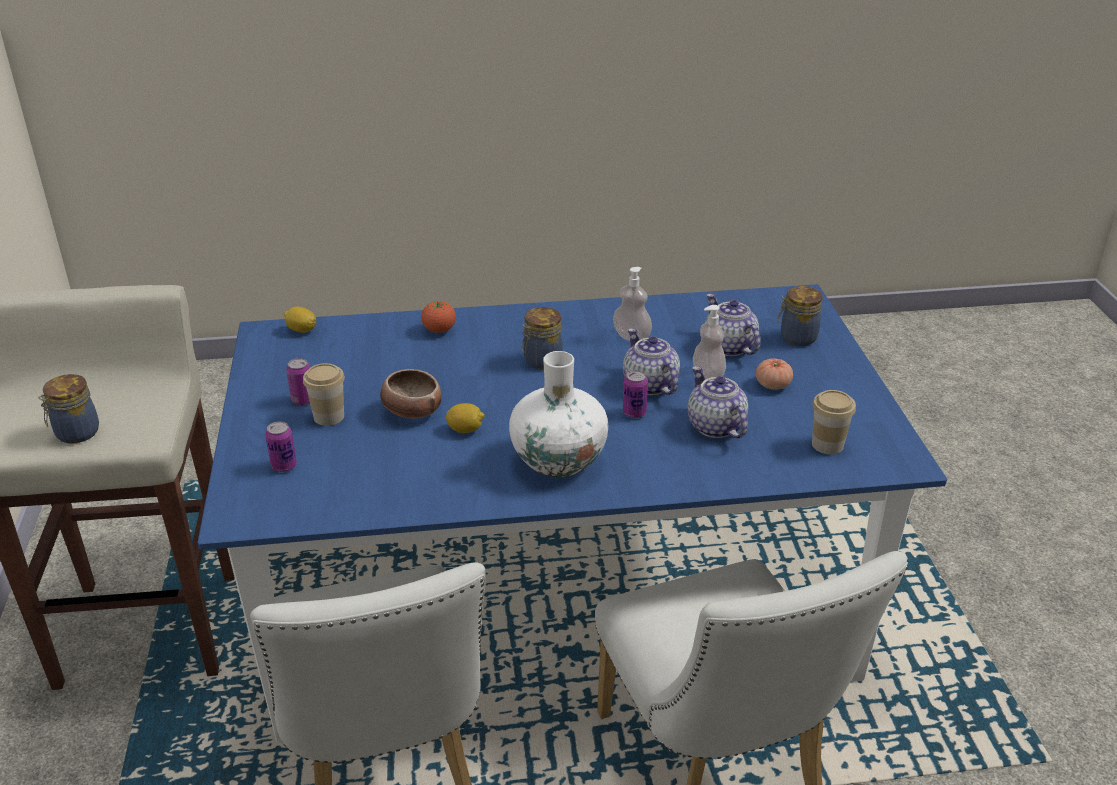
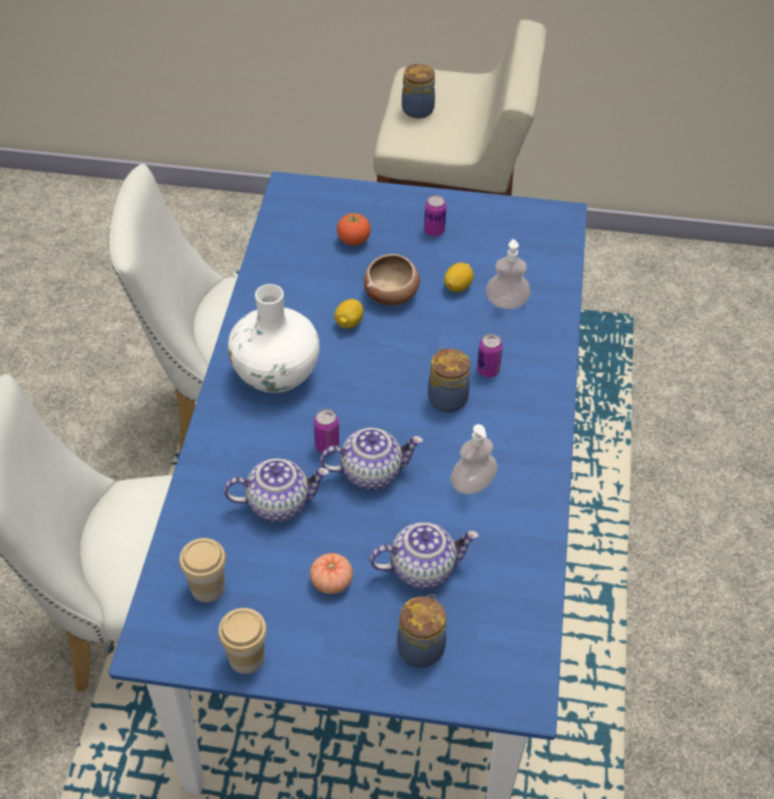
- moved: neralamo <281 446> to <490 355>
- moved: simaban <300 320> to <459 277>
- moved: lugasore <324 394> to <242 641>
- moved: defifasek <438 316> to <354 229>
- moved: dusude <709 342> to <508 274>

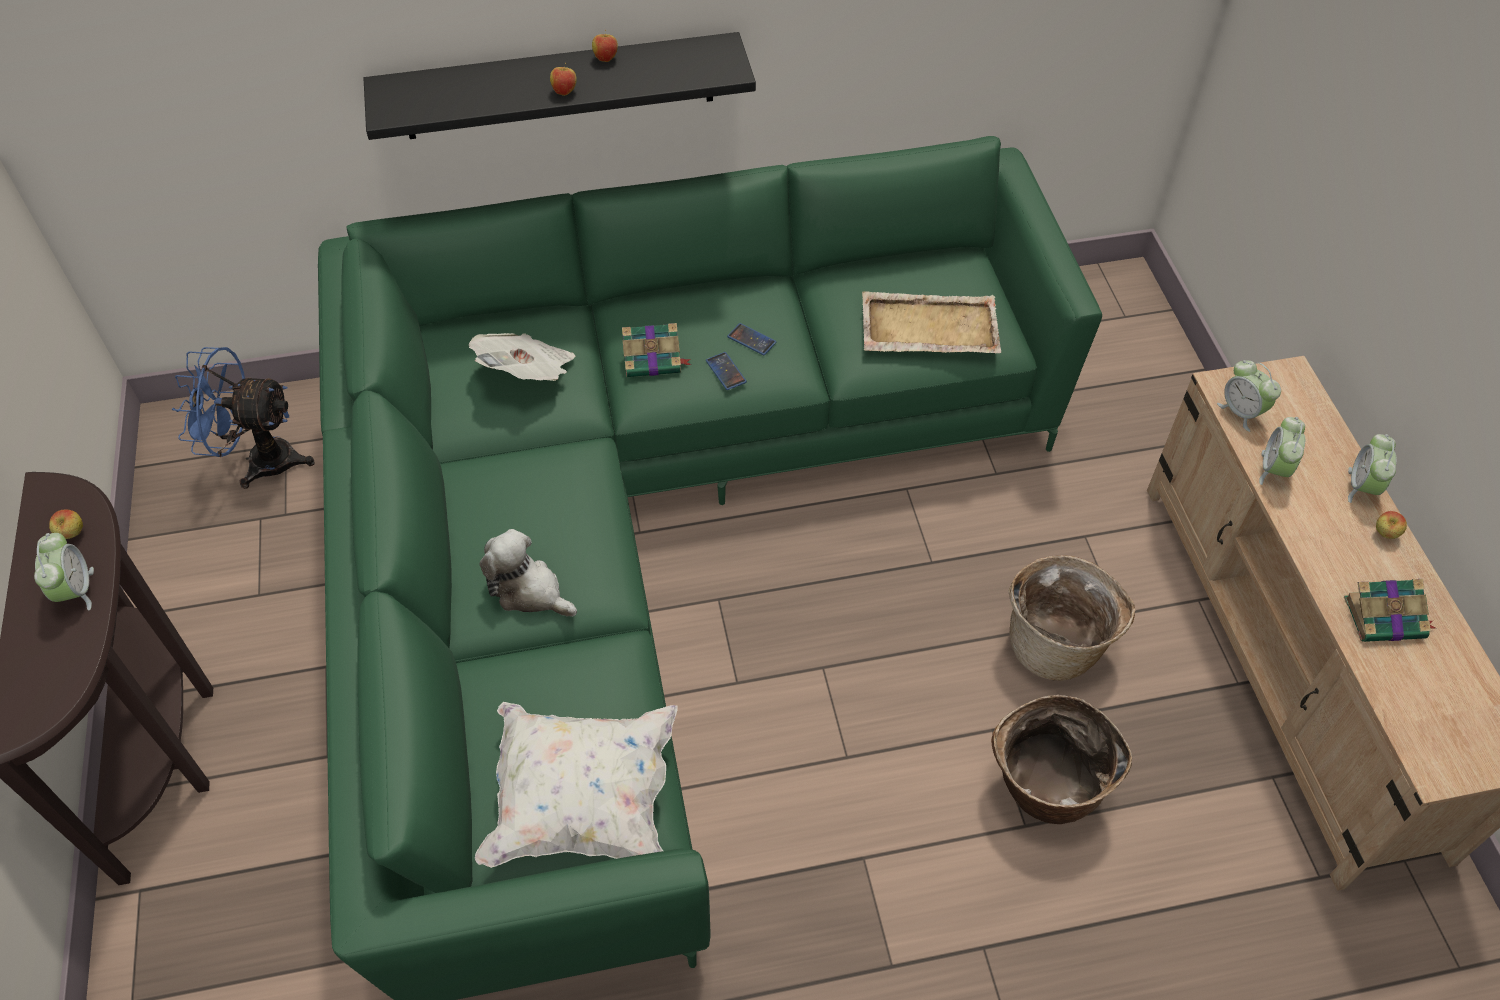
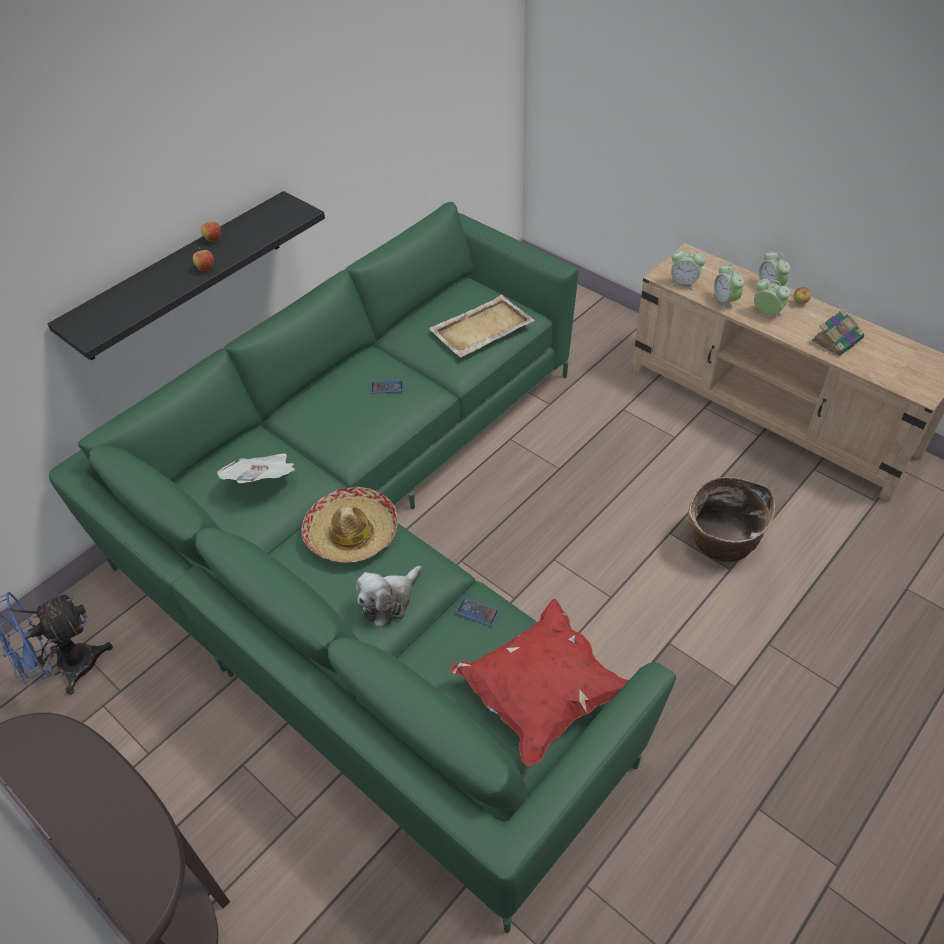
- removed: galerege <66 524>
- removed: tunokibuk <656 350>
- removed: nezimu <1071 618>
- added: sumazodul <349 525>
- moved: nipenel <64 571> to <772 297>
- moved: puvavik <726 371> to <477 612>
- recoloured: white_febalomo <576 785> to red_febalomo <539 682>
- turned: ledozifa <528 573> = <389 597> 45 degrees counterclockwise

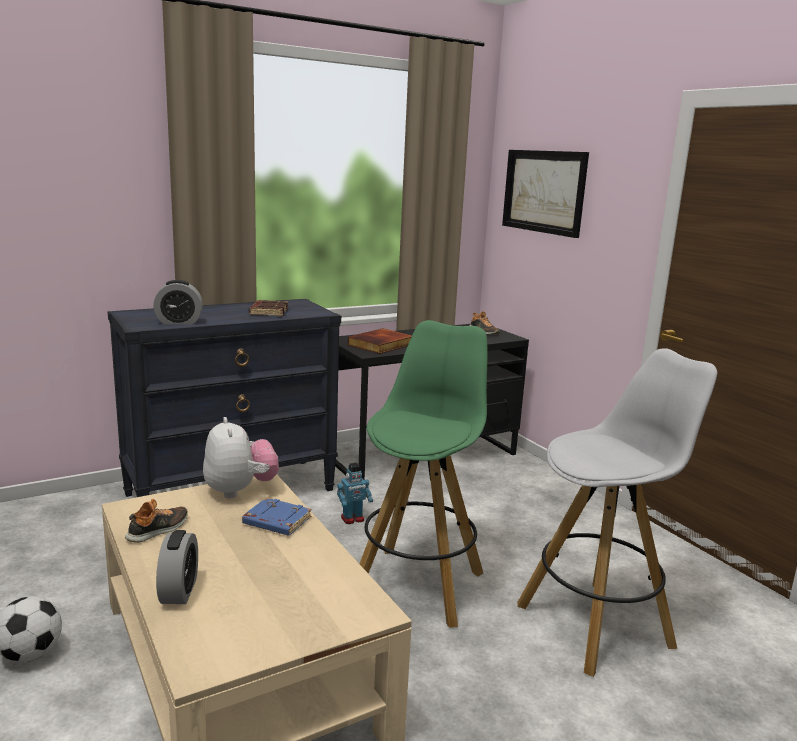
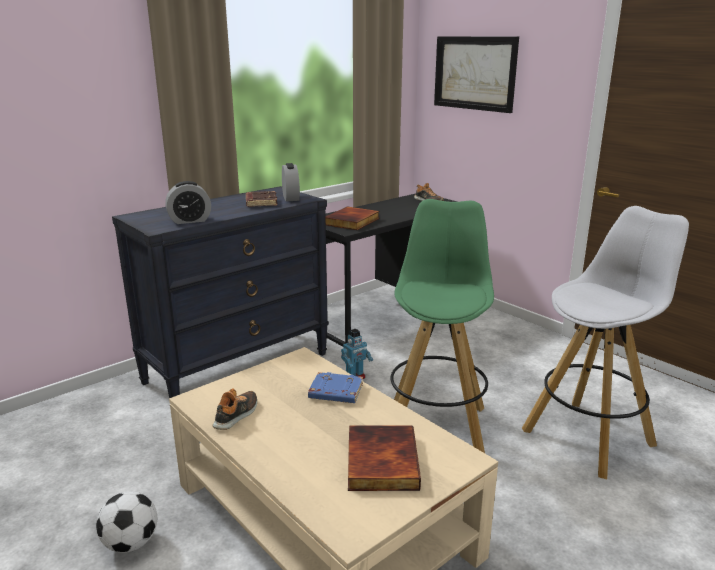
- removed: ledozifa <241 457>
- added: tunokibuk <384 458>
- moved: nipenel <177 567> to <291 182>

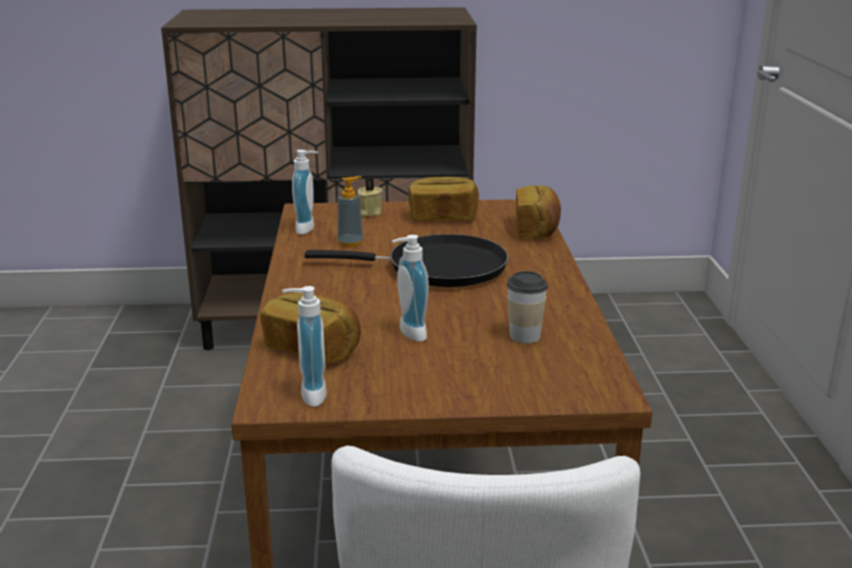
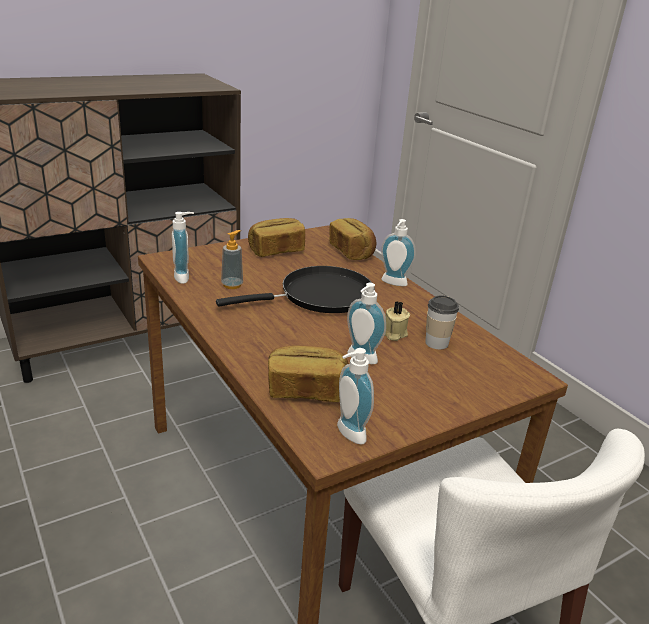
- added: dusude <398 252>
- moved: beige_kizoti <370 197> to <397 321>

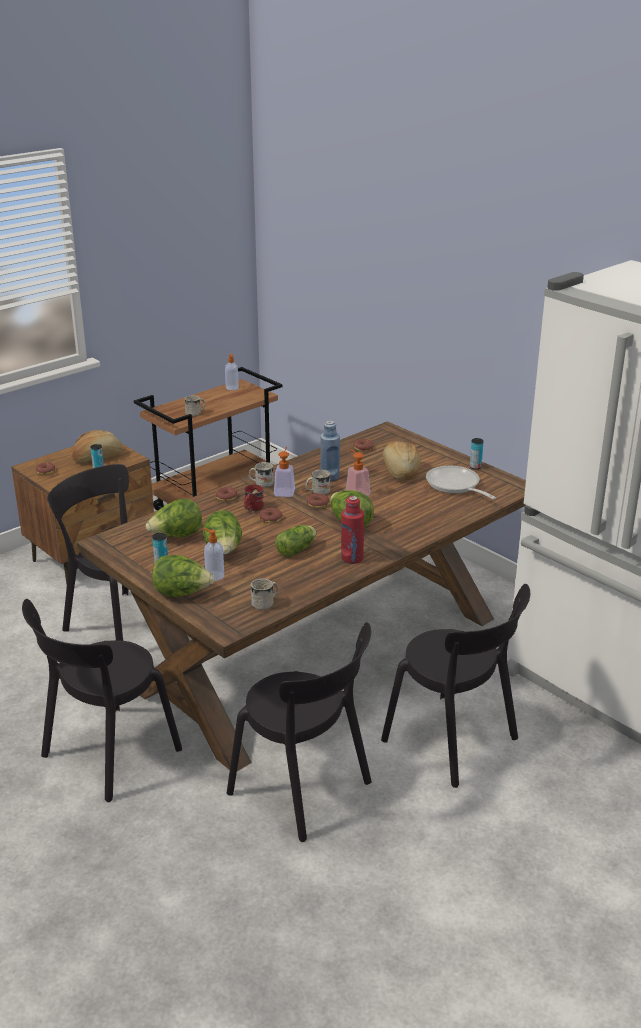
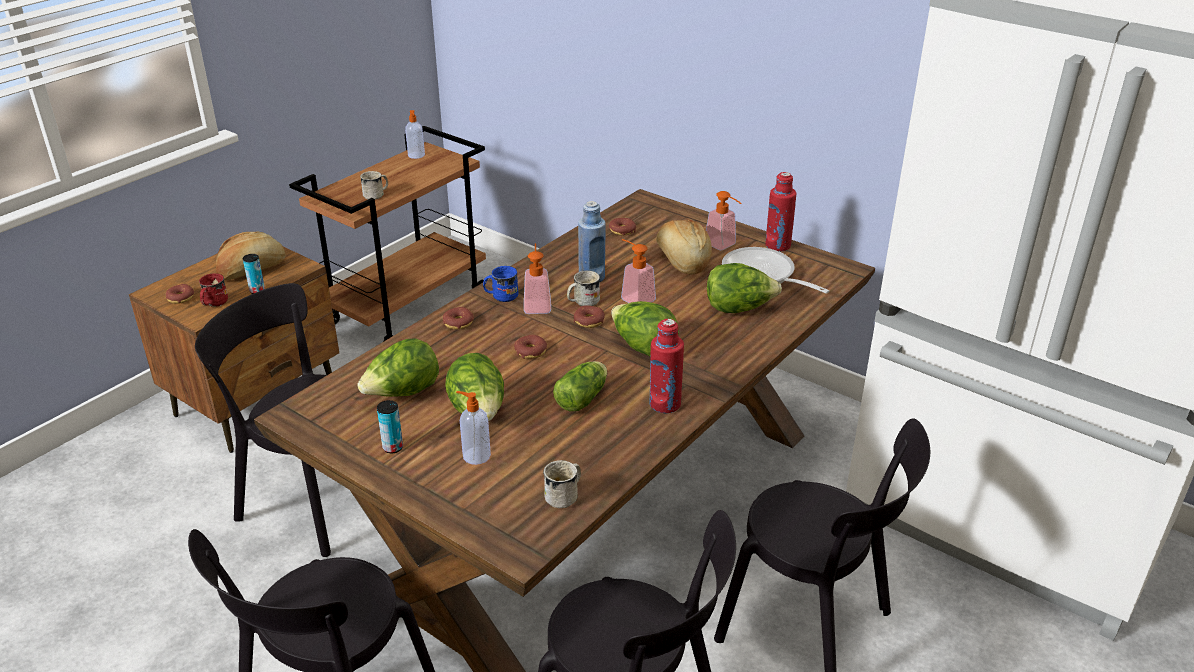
- added: dusude <724 220>
- moved: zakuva <183 576> to <744 288>
- moved: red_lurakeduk <254 497> to <213 290>
- replaced: neralamo <477 454> to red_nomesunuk <780 212>
- recoloured: white_lurakeduk <261 475> to blue_lurakeduk <500 284>

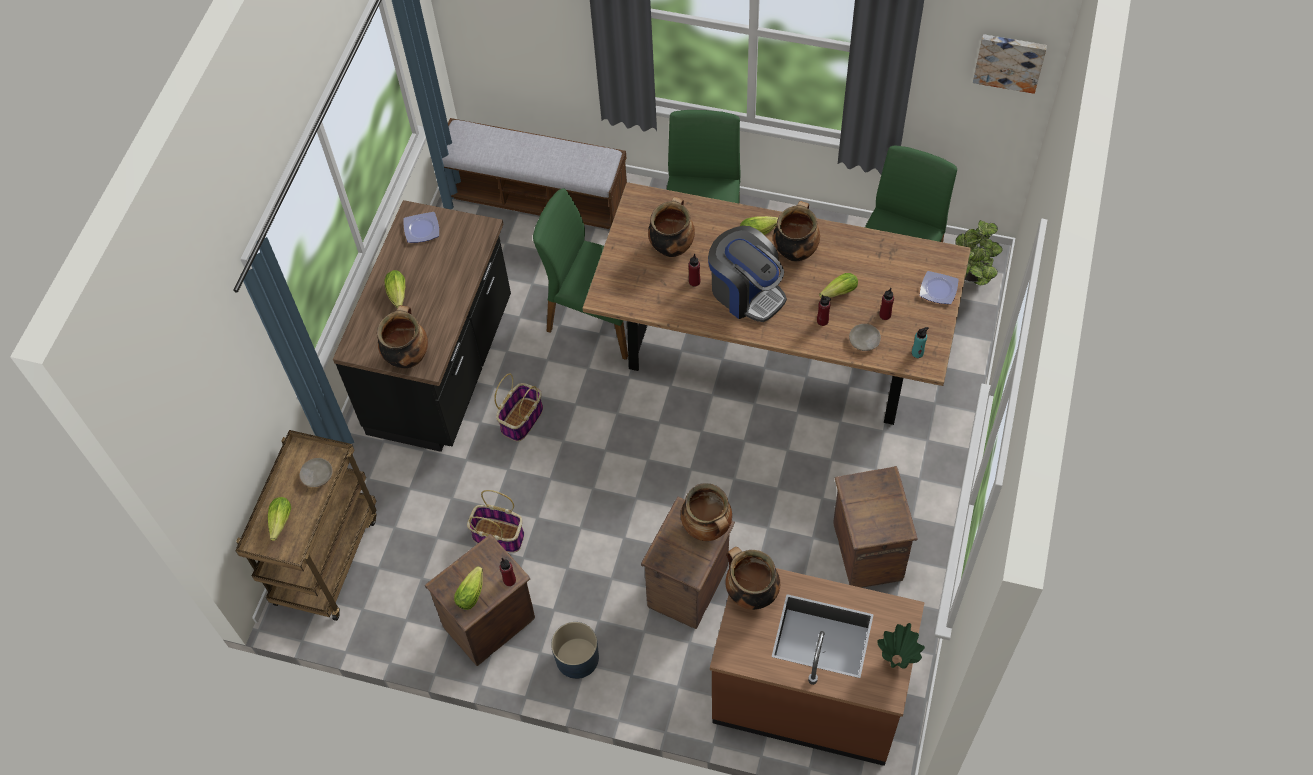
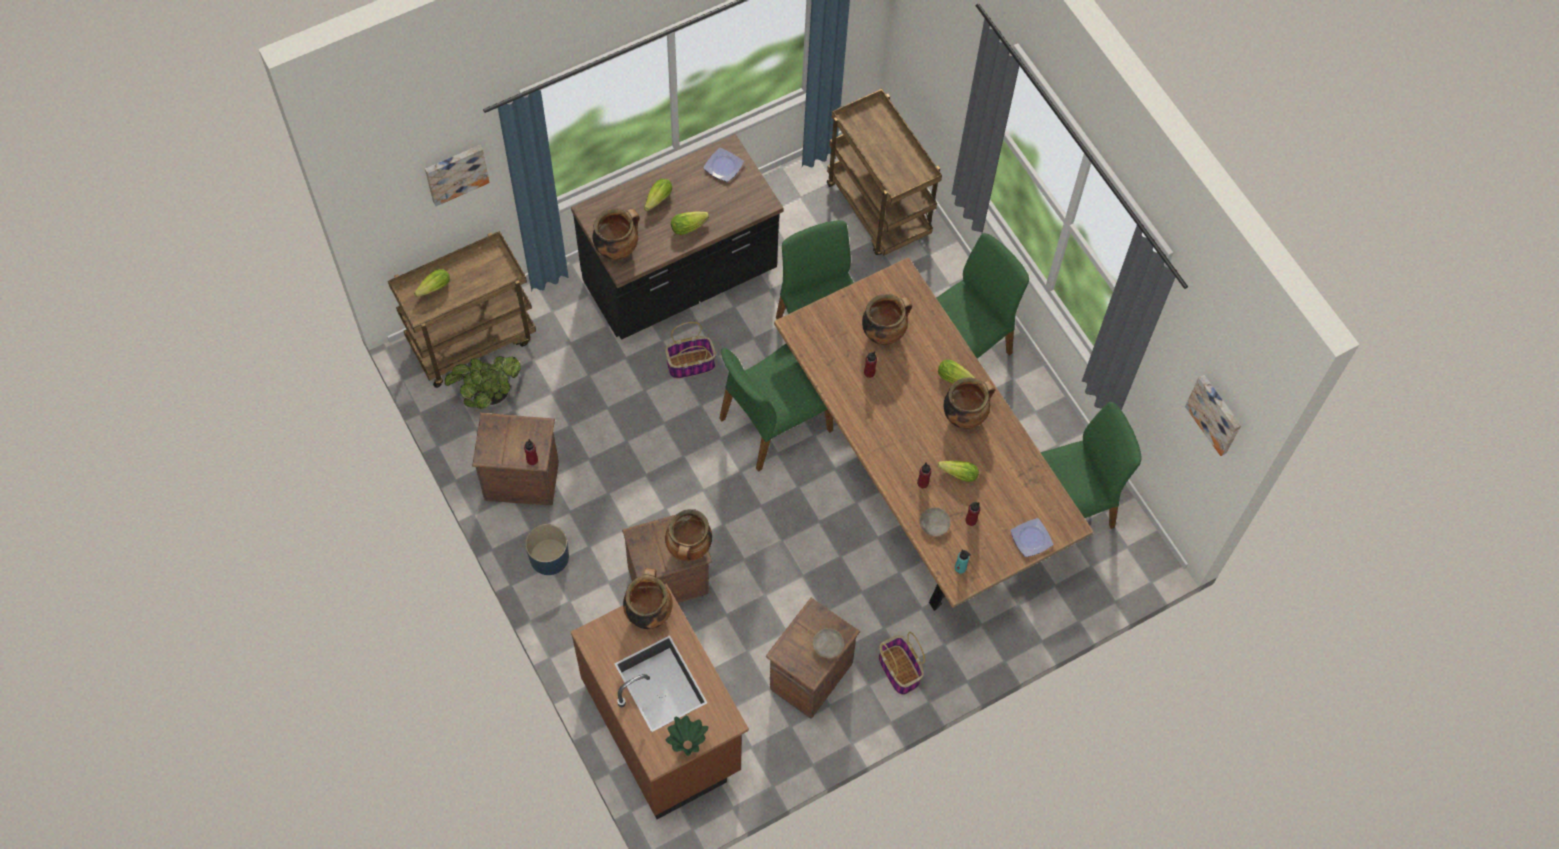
- removed: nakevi <747 274>
- added: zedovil <457 175>
- added: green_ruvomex <776 408>
- moved: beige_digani <316 472> to <828 643>
- moved: zakuva <468 588> to <690 223>
- moved: nezimu <495 521> to <902 663>
- moved: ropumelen <978 252> to <483 382>
- replaced: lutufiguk <534 173> to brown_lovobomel <884 172>

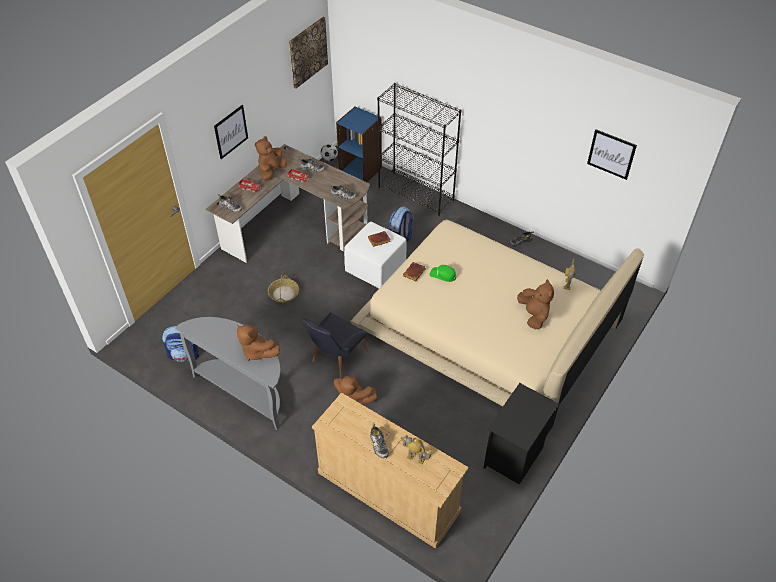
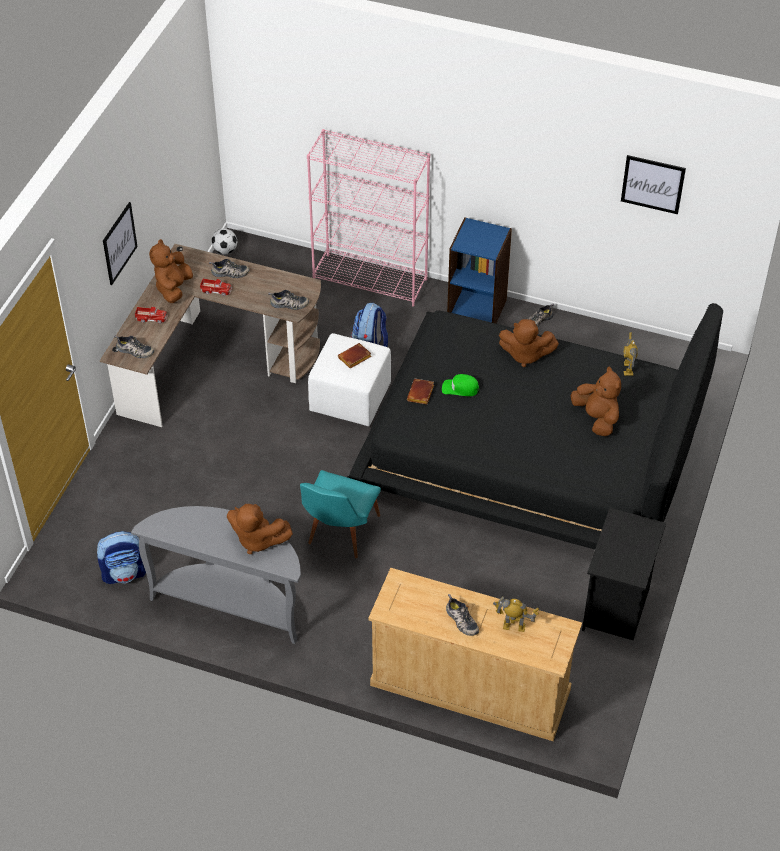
- removed: nezimu <283 287>
- removed: zedovil <308 53>
- moved: brown_ledozifa <355 390> to <529 343>
- moved: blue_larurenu <359 144> to <479 270>
- recoloured: black_ruvomex <334 345> to turquoise_ruvomex <340 514>
- recoloured: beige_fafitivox <497 327> to black_fafitivox <535 426>
- recoloured: black_larurenu <419 149> to pink_larurenu <368 218>

